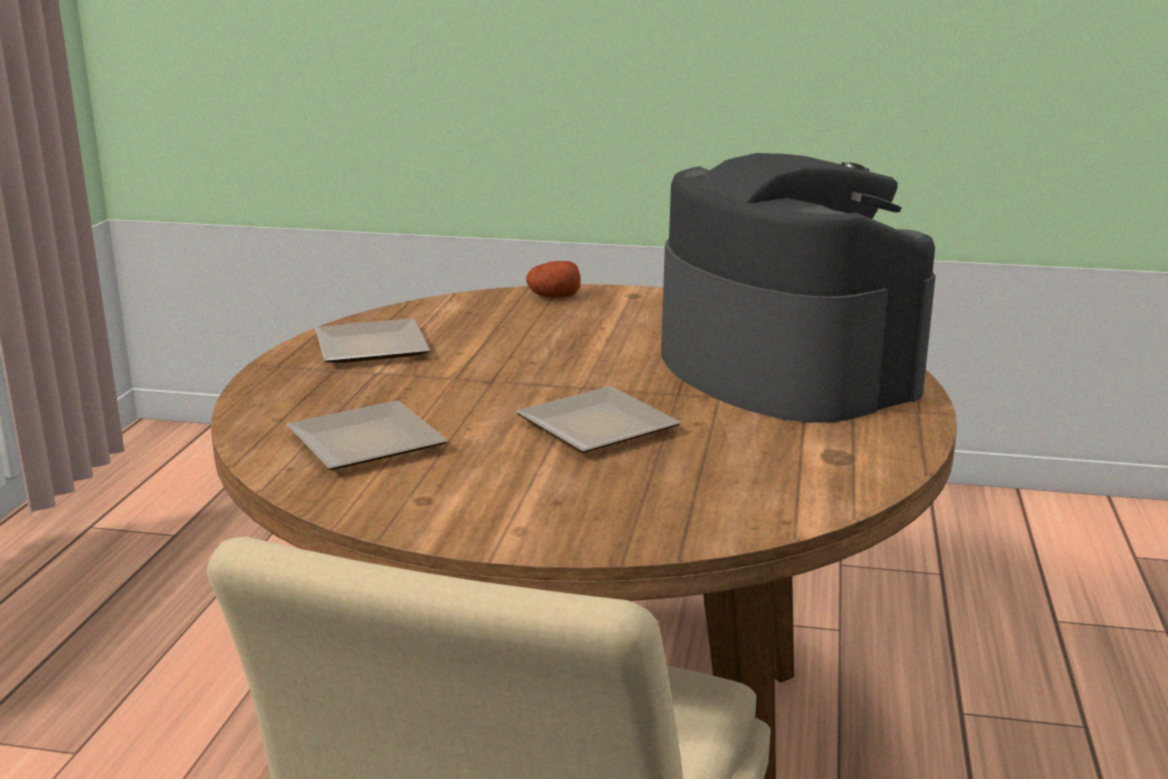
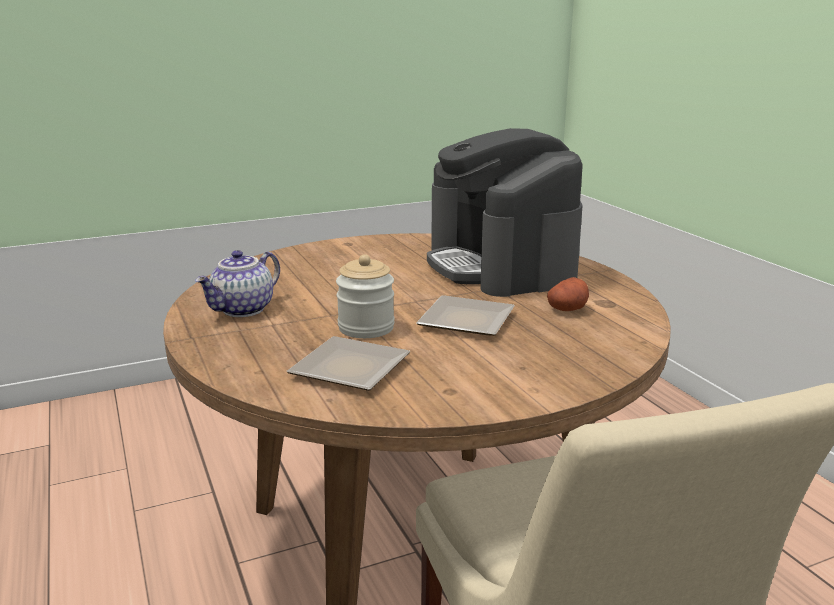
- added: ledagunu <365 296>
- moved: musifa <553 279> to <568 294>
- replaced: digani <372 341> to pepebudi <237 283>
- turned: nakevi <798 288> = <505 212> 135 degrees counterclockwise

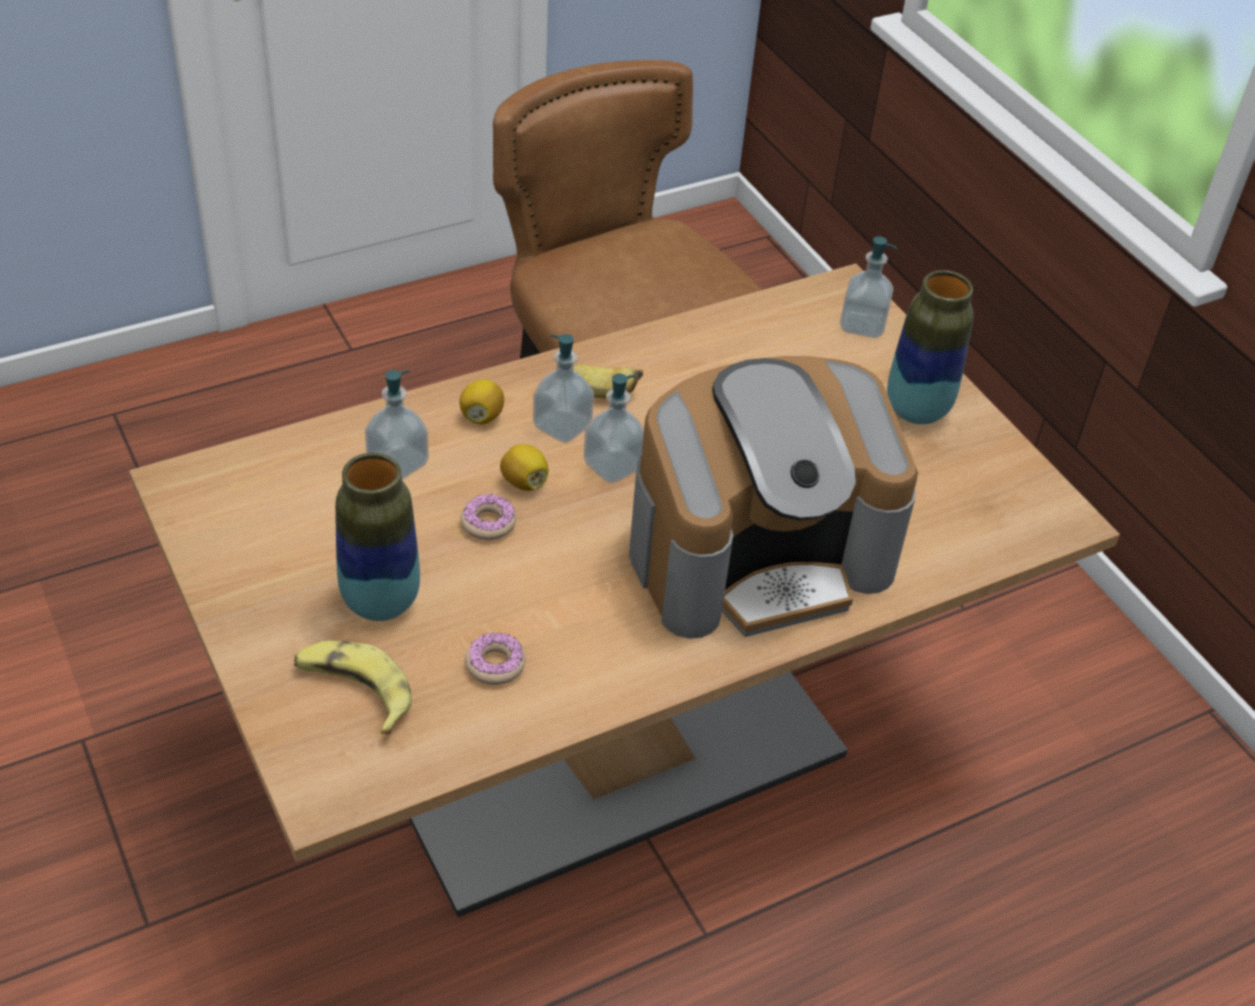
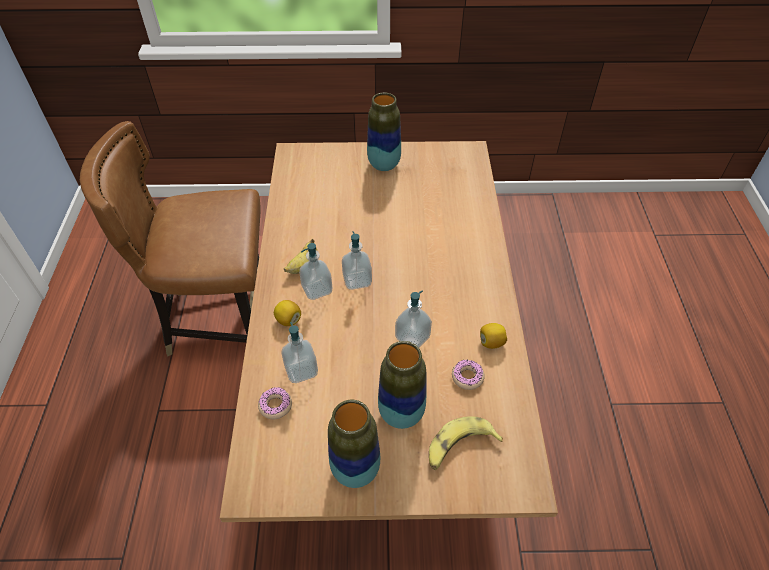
- removed: nakevi <773 497>
- added: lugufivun <354 444>
- moved: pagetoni <488 516> to <275 403>
- moved: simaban <524 467> to <493 336>
- moved: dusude <868 287> to <413 318>

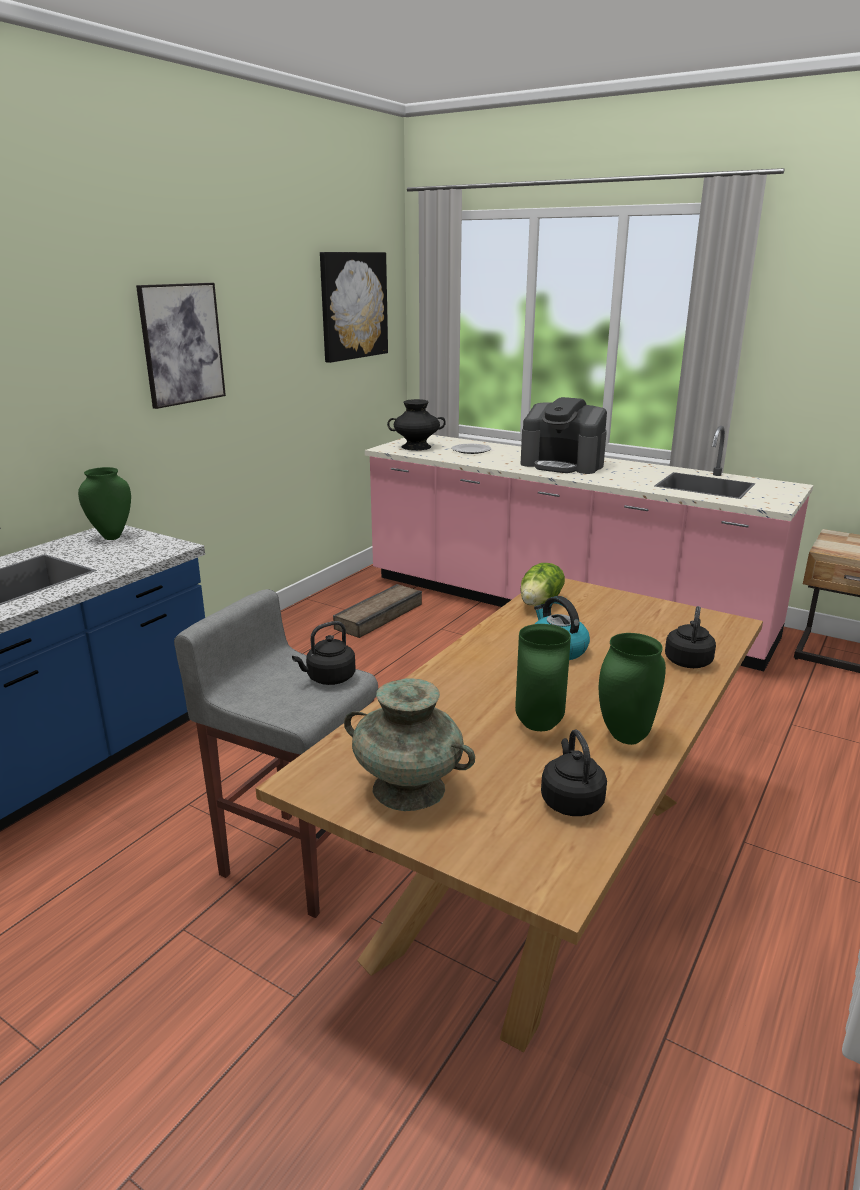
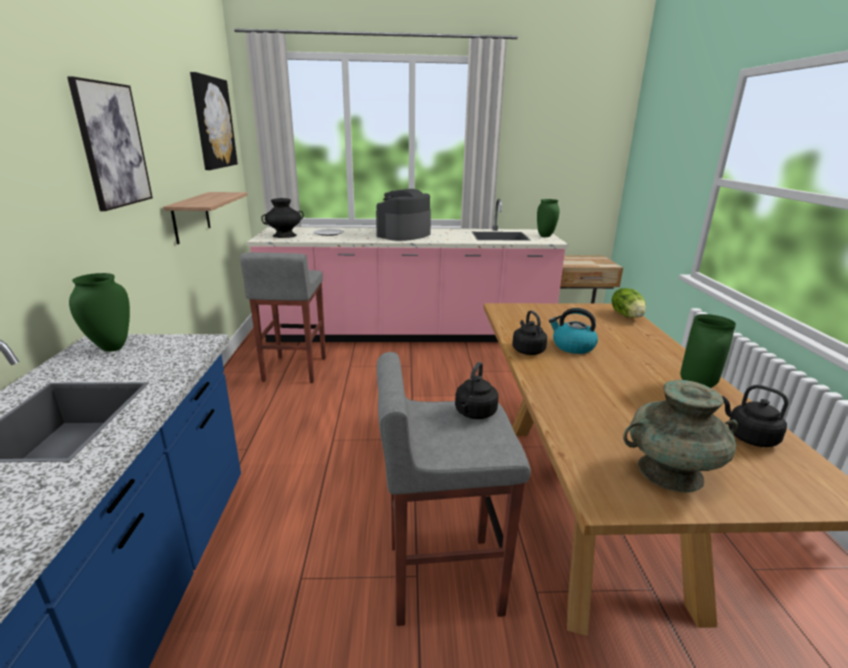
- added: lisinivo <205 218>
- moved: green_lugufivun <543 677> to <548 218>
- moved: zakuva <542 584> to <629 303>
- moved: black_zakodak <690 637> to <529 332>
- replaced: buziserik <377 611> to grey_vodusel <283 317>
- turned: nakevi <564 435> = <403 215> 135 degrees clockwise

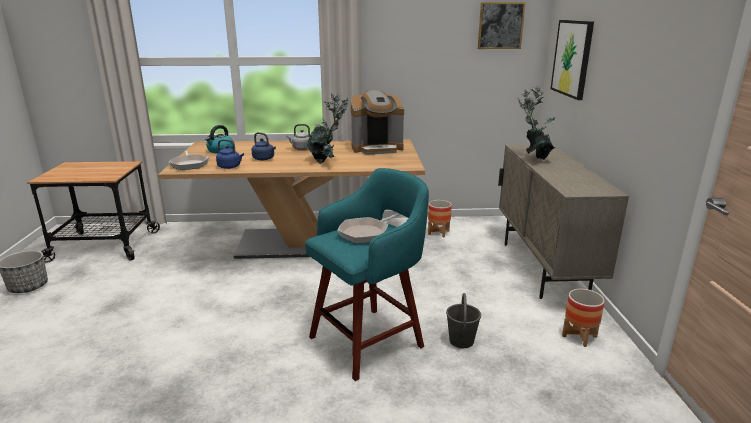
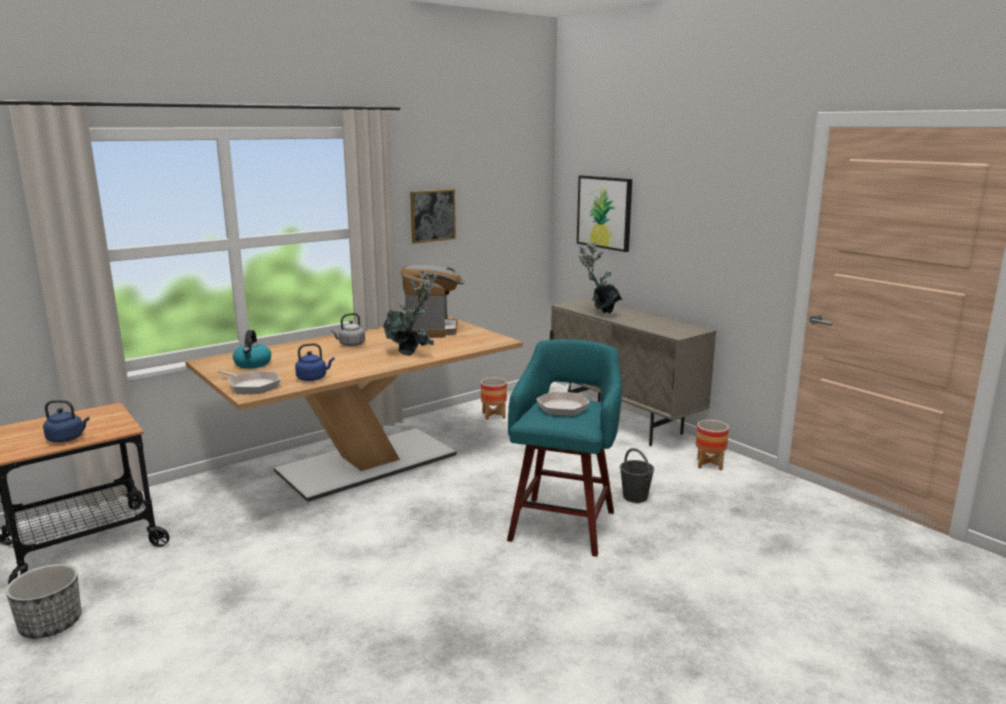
- moved: blue_zakodak <263 146> to <66 421>
- moved: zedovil <502 25> to <433 216>
- turned: nakevi <377 122> = <432 301> 45 degrees counterclockwise

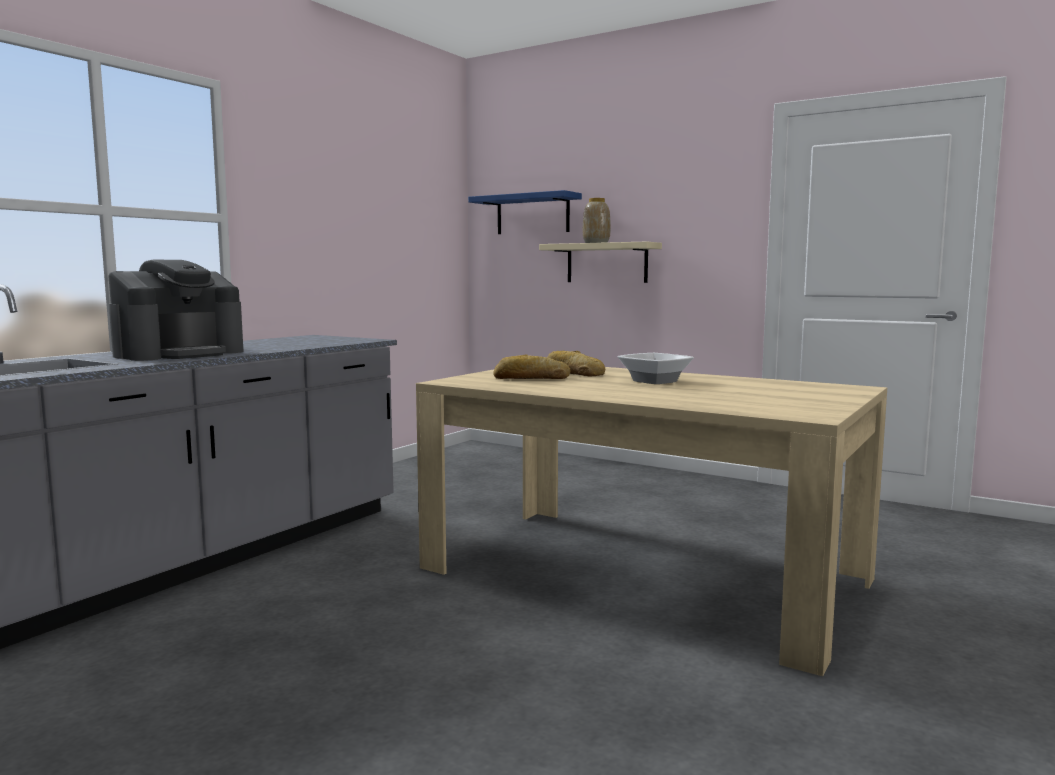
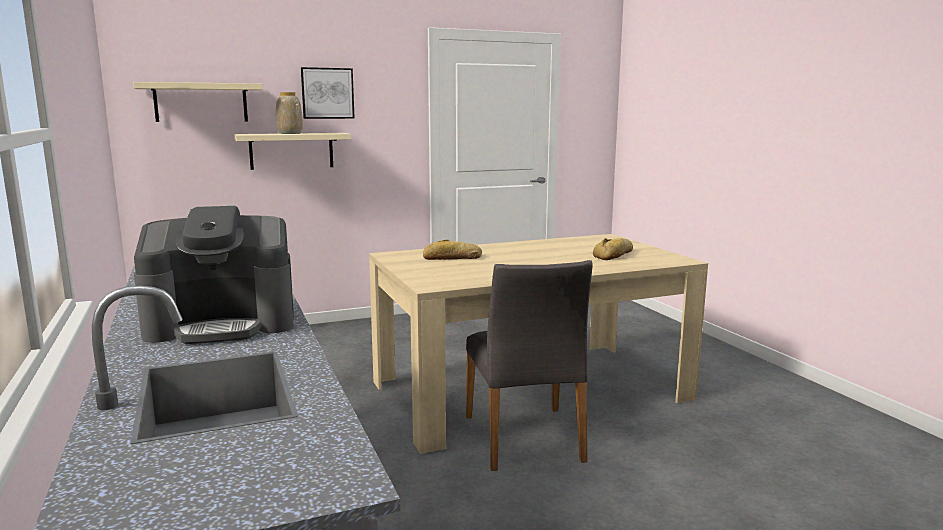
- removed: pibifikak <656 368>
- added: zedovil <328 93>
- added: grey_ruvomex <529 365>
- moved: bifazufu <531 366> to <613 249>
- recoloured: blue_lisinivo <525 212> to beige_lisinivo <198 102>
- turned: nakevi <176 310> = <214 275> 90 degrees clockwise

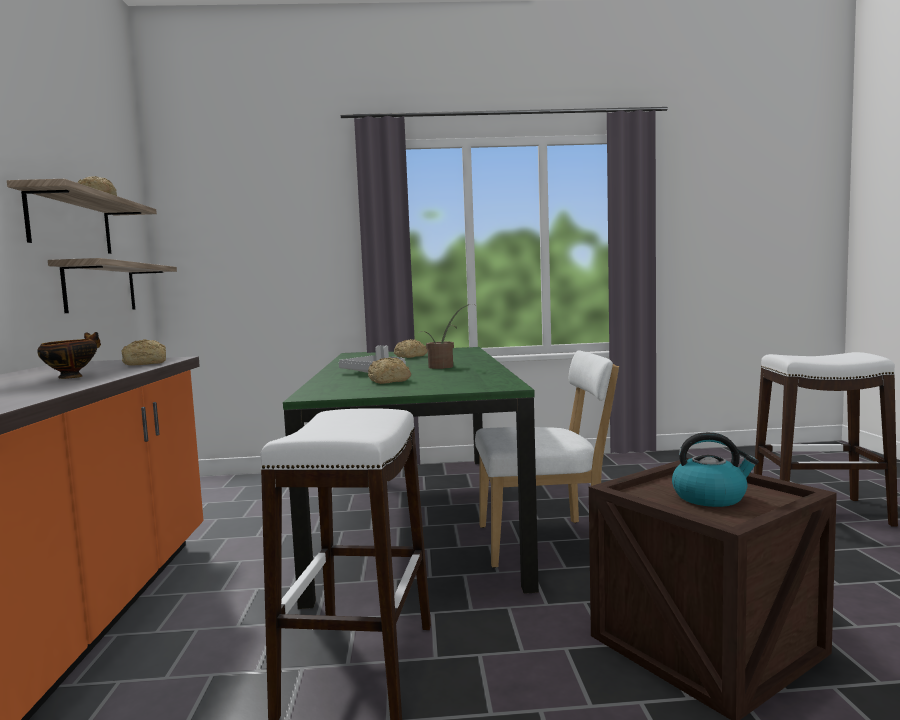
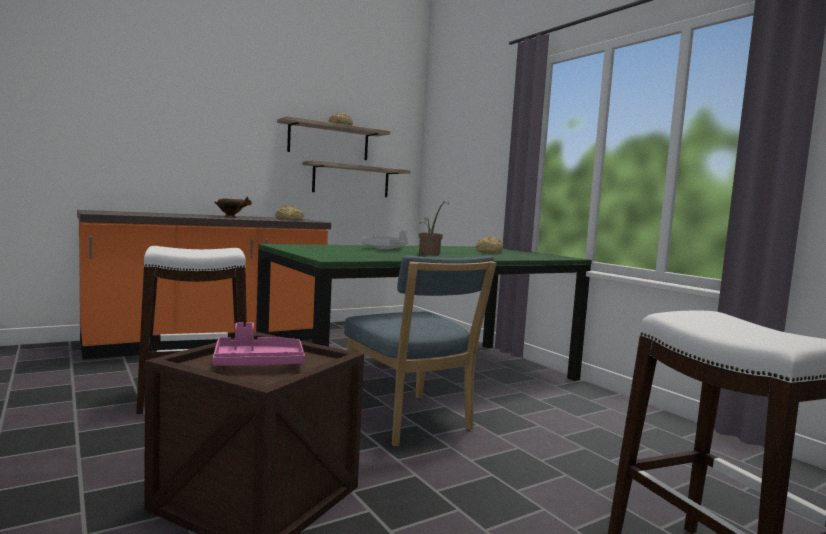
- removed: bifazufu <389 370>
- replaced: zakodak <715 469> to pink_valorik <259 344>
- recoloured: white_ruvomex <547 459> to blue_ruvomex <420 351>

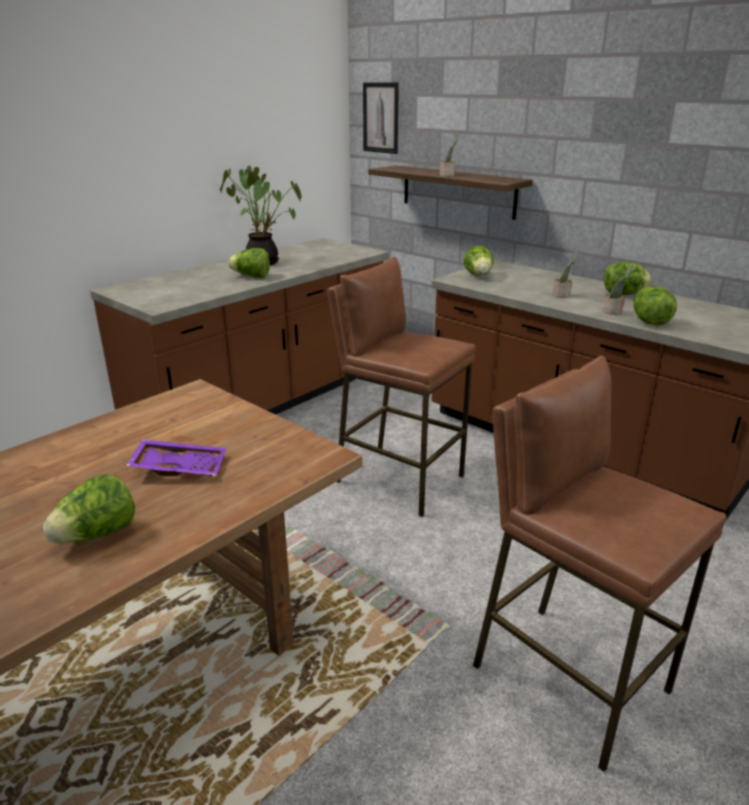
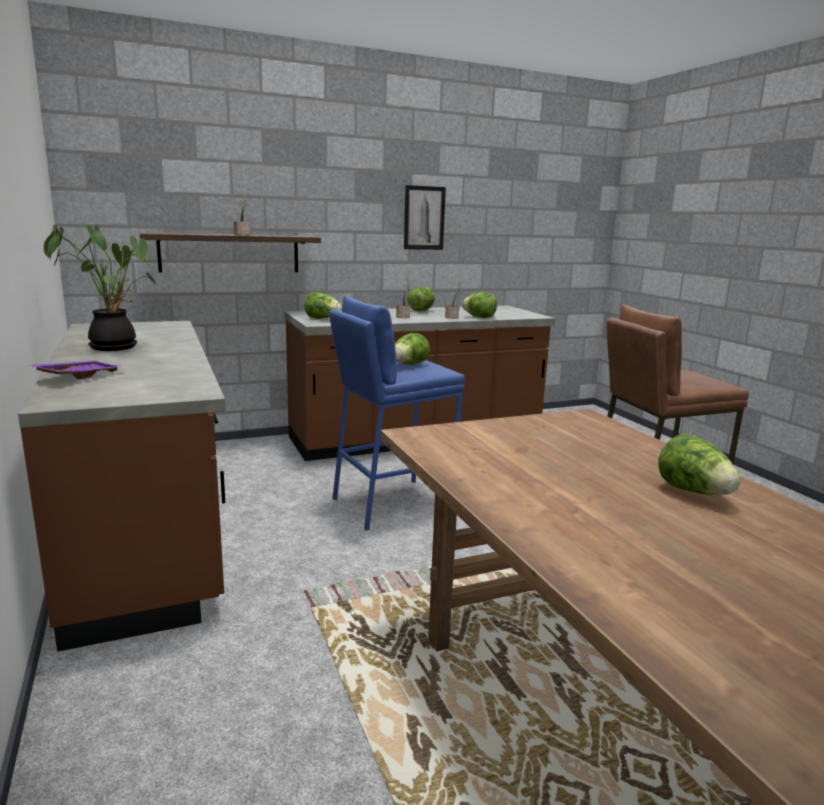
- moved: purple_valorik <176 457> to <76 369>
- moved: zakuva <249 263> to <412 349>
- moved: zedovil <381 118> to <425 217>
- recoloured: brown_vodusel <401 386> to blue_vodusel <397 413>

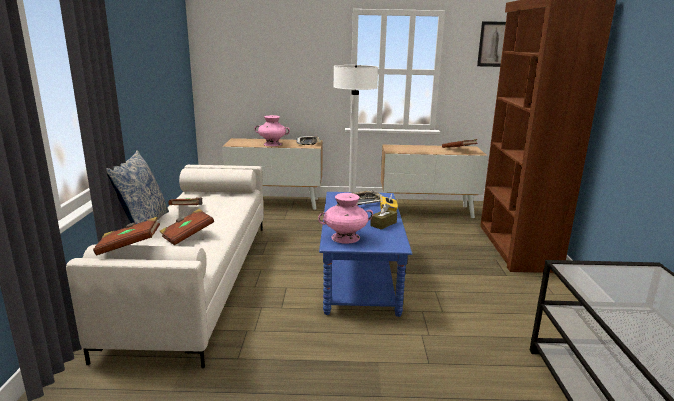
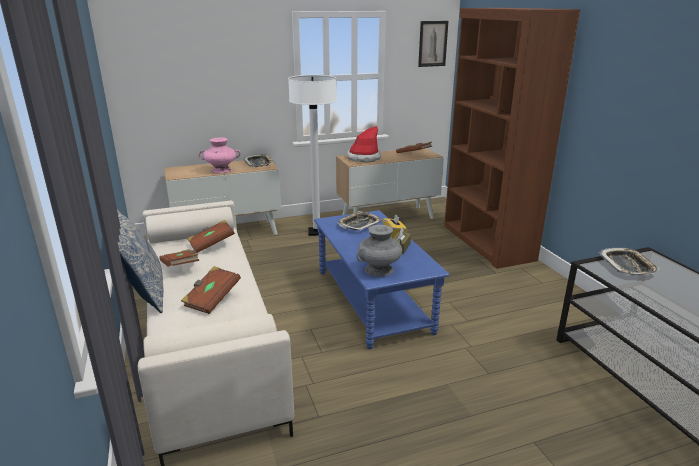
- added: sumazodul <364 144>
- added: valorik <629 261>
- moved: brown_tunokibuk <126 236> to <211 236>
- recoloured: pink_lugufivun <345 218> to grey_lugufivun <379 251>

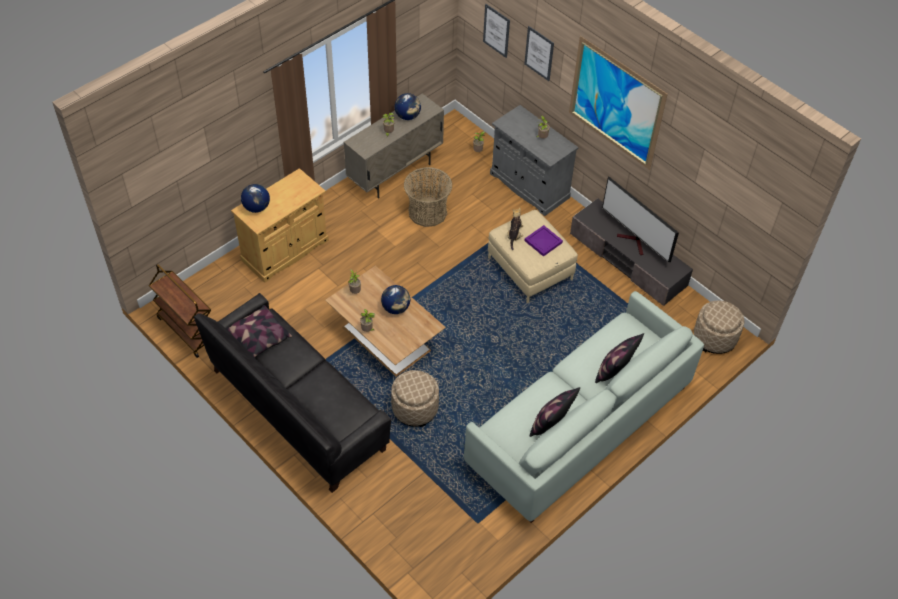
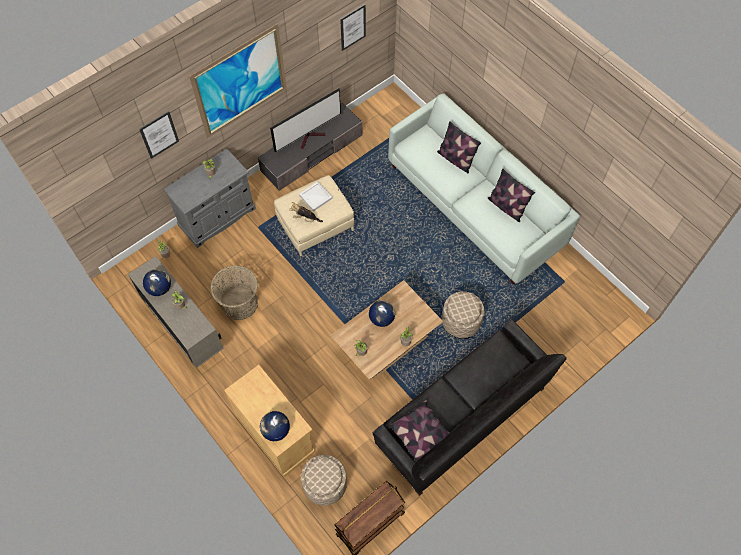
- moved: zedovil <496 31> to <353 27>
- moved: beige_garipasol <719 327> to <324 480>
- recoloured: purple_valorik <544 241> to white_valorik <315 196>

